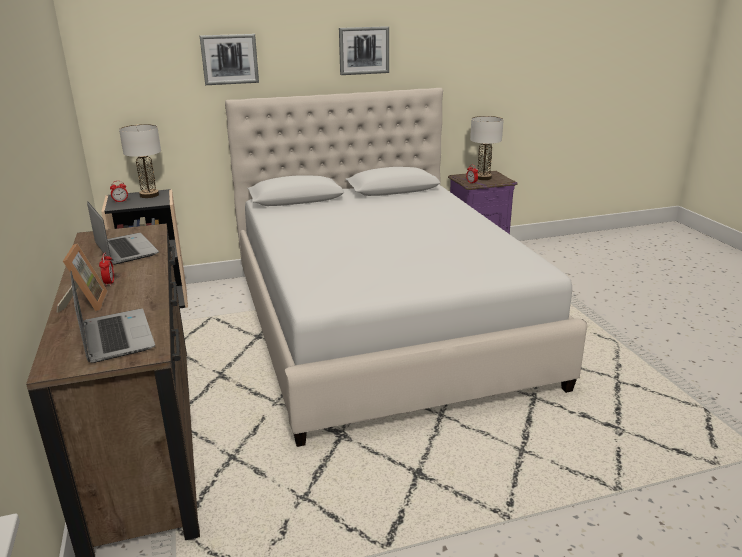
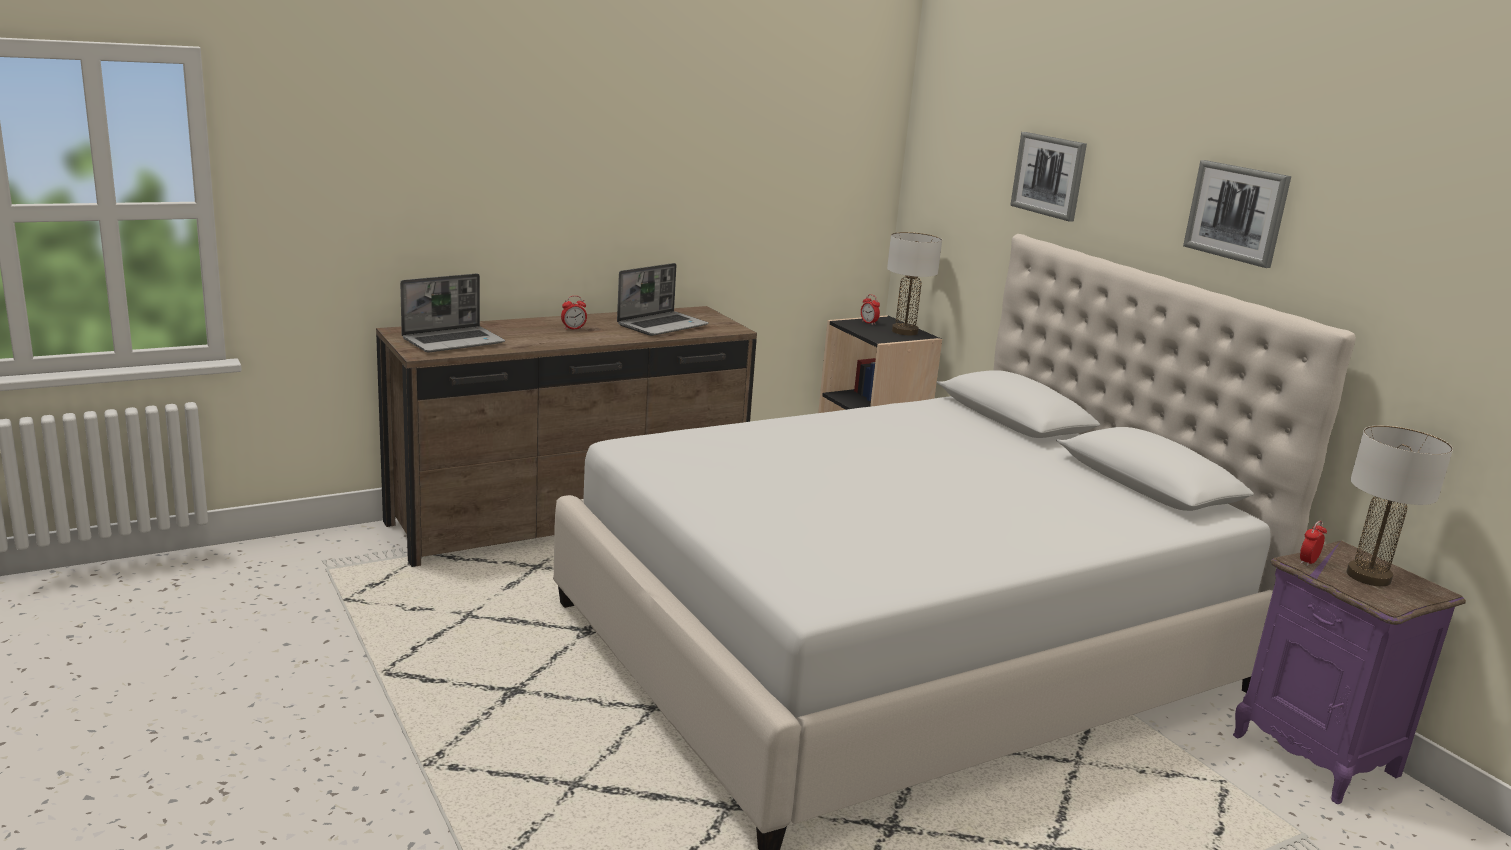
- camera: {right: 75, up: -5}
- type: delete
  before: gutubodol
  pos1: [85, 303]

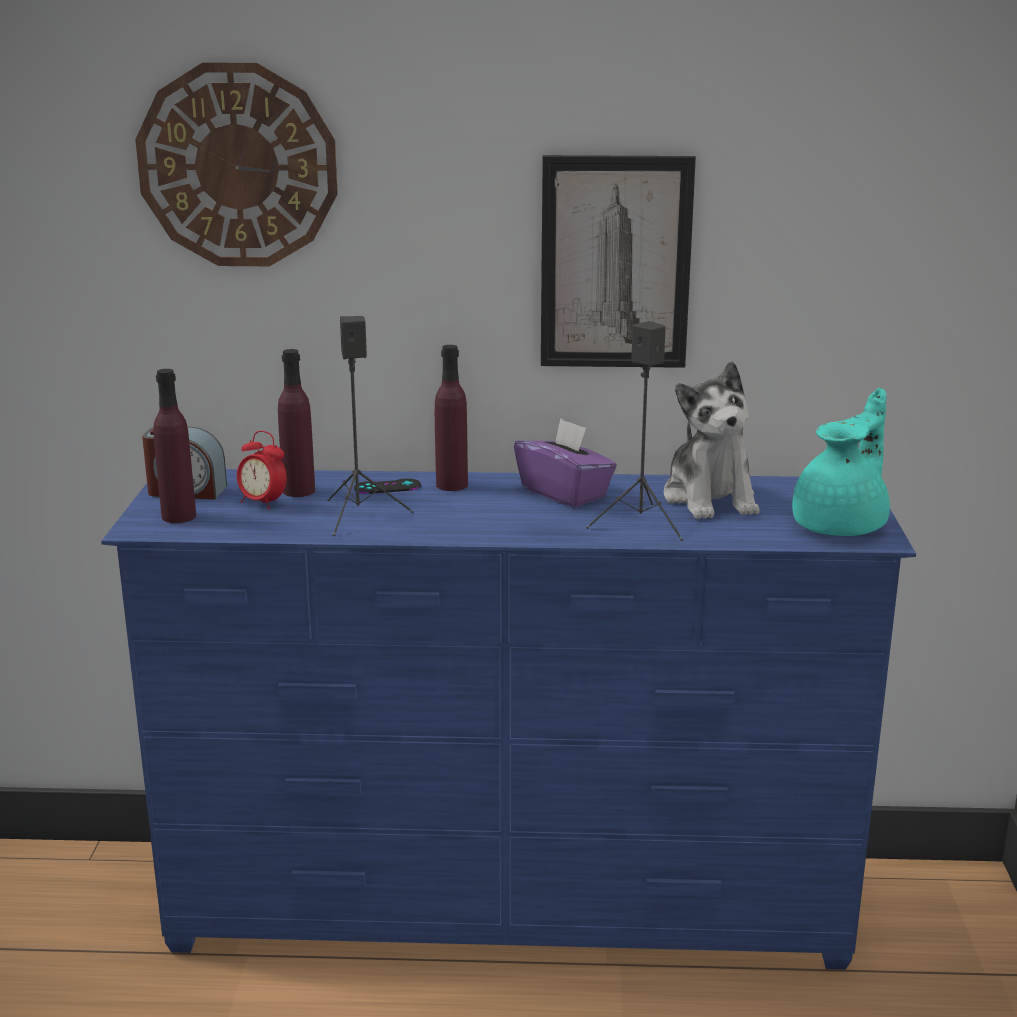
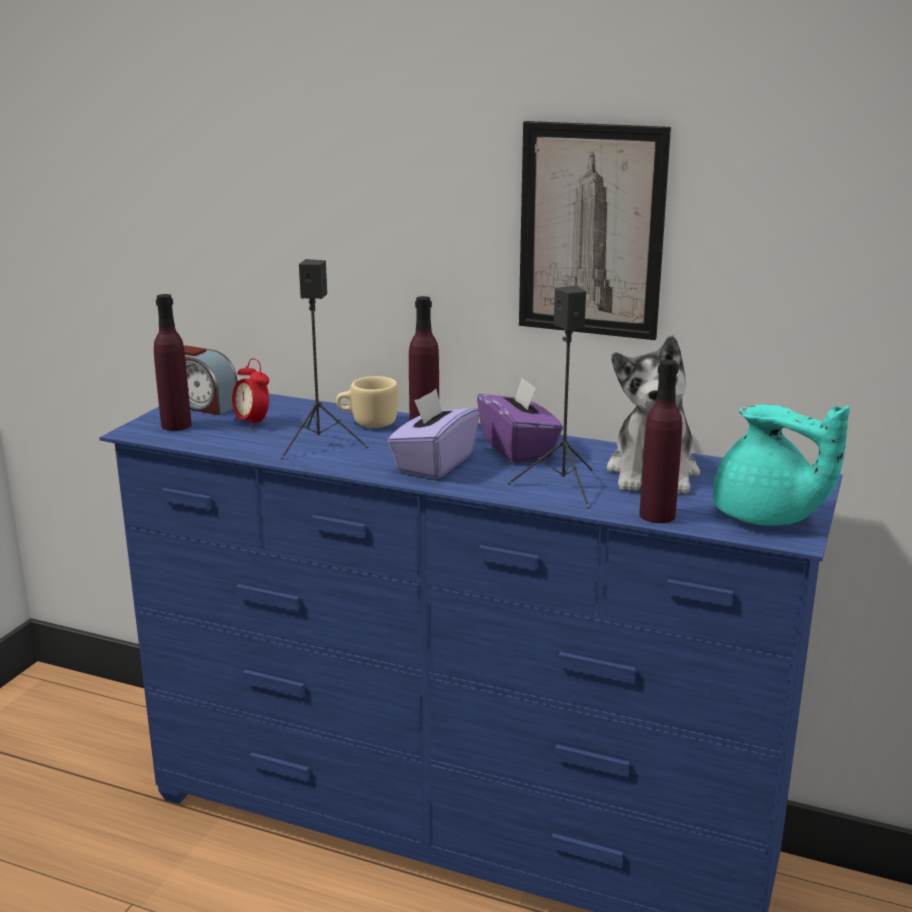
- camera: {right: 20, up: 0}
- type: replace
  before: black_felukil
  after: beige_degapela
  pos1: [387, 487]
  pos2: [367, 423]
- type: insert
  after: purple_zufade
  pos2: [434, 463]
- type: move
  before: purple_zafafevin
  pos1: [299, 491]
  pos2: [657, 515]
- type: rotate
  before: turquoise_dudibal
  pos1: [842, 526]
  pos2: [766, 518]
  turn: 75
- type: delete
  before: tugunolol
  pos1: [238, 166]

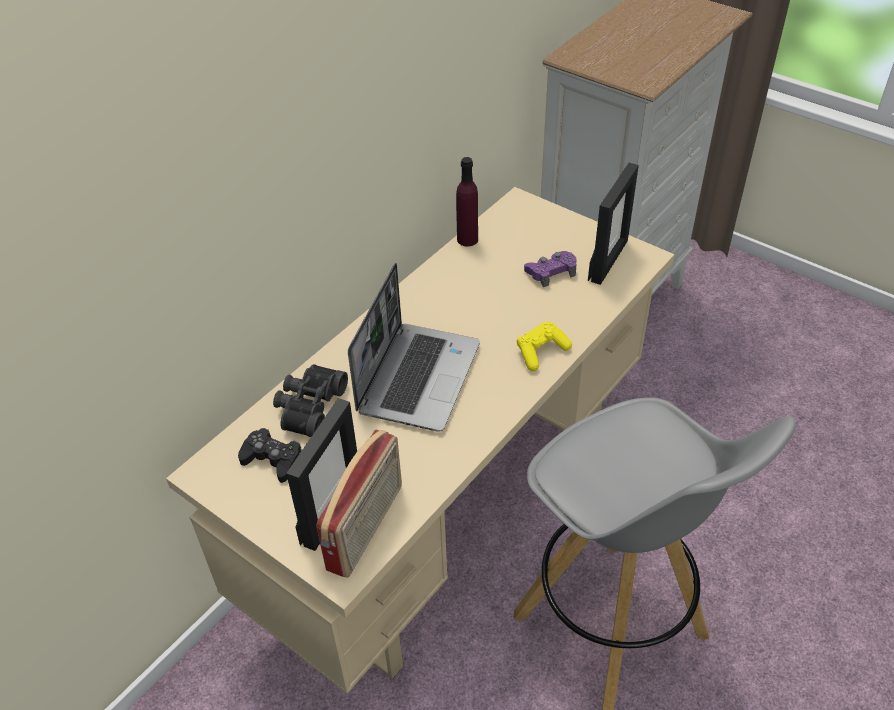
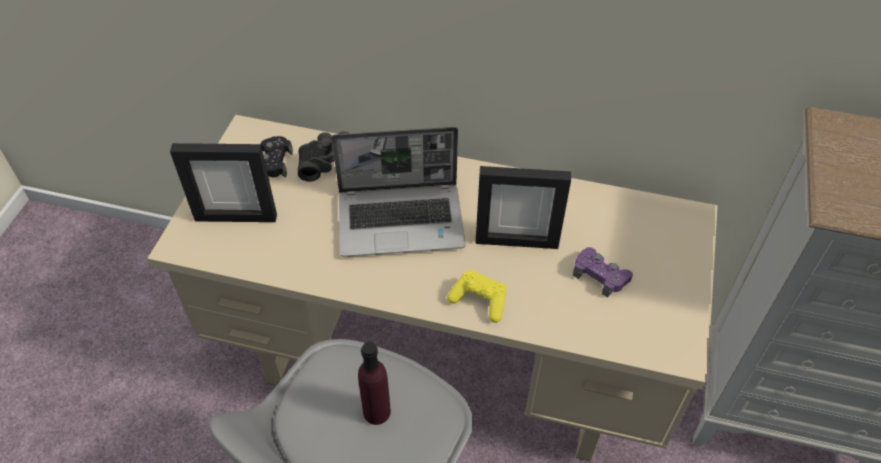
- camera: {right: 65, up: 5}
- type: move
  before: purple_zafafevin
  pos1: [467, 239]
  pos2: [377, 411]
- type: move
  before: gutubodol
  pos1: [608, 260]
  pos2: [516, 240]
- type: delete
  before: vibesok
  pos1: [367, 528]

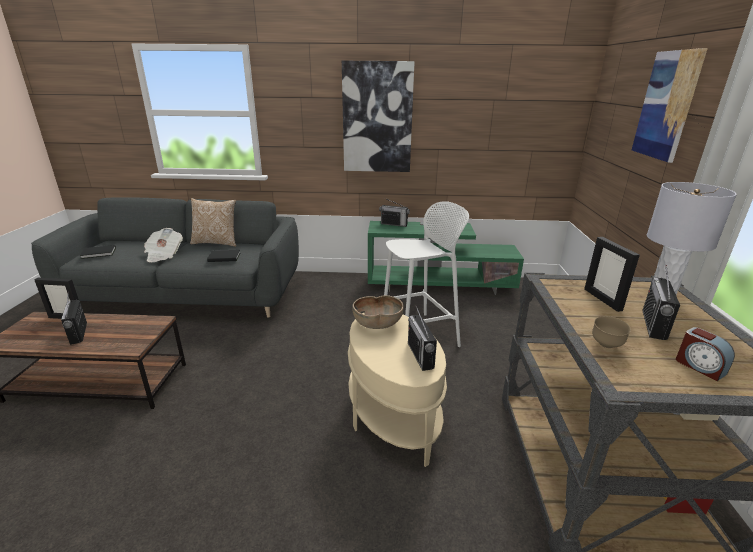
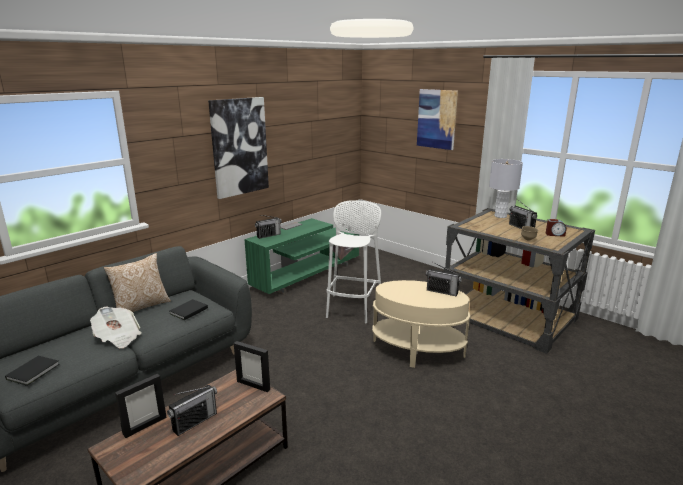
- camera: {right: -50, up: -5}
- type: rotate
  before: vibesok
  pos1: [78, 333]
  pos2: [195, 422]
  turn: -60
- type: move
  before: gutubodol
  pos1: [603, 299]
  pos2: [254, 385]
- type: delete
  before: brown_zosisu
  pos1: [377, 324]

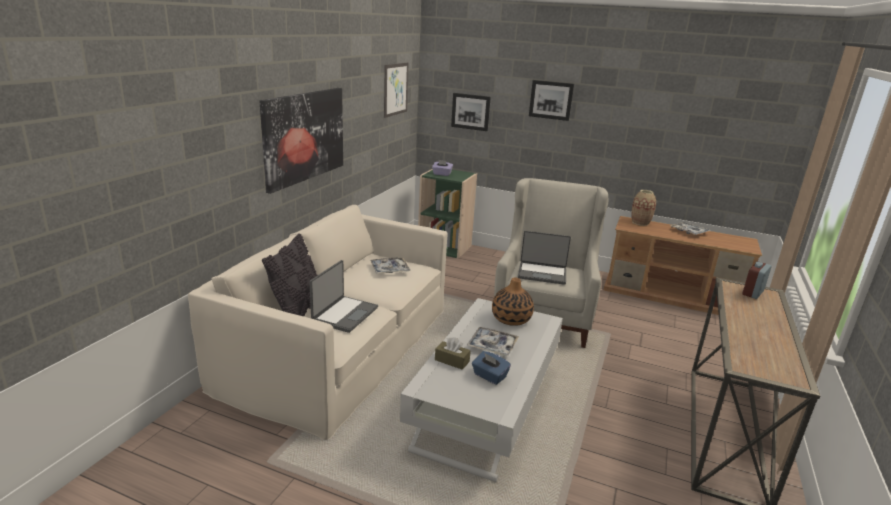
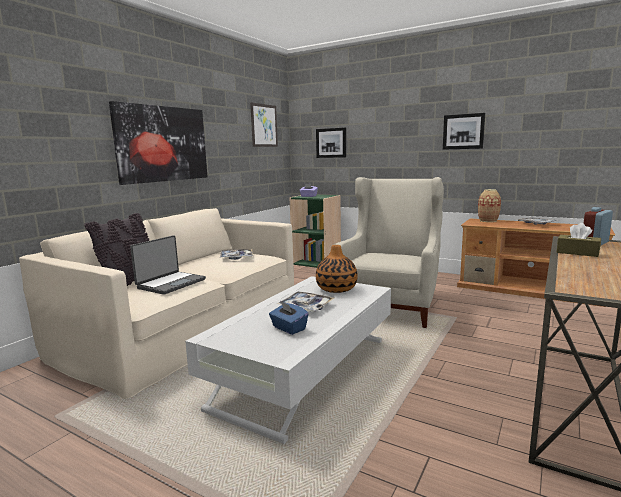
- camera: {right: 10, up: -10}
- type: move
  before: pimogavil
  pos1: [551, 100]
  pos2: [463, 131]
- type: move
  before: brown_zufade
  pos1: [452, 361]
  pos2: [577, 253]
- type: delete
  before: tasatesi
  pos1: [542, 273]

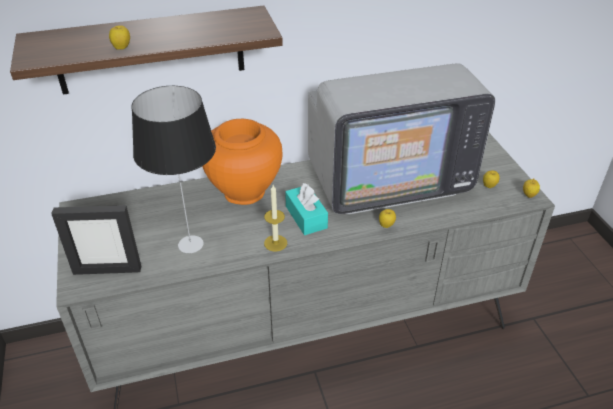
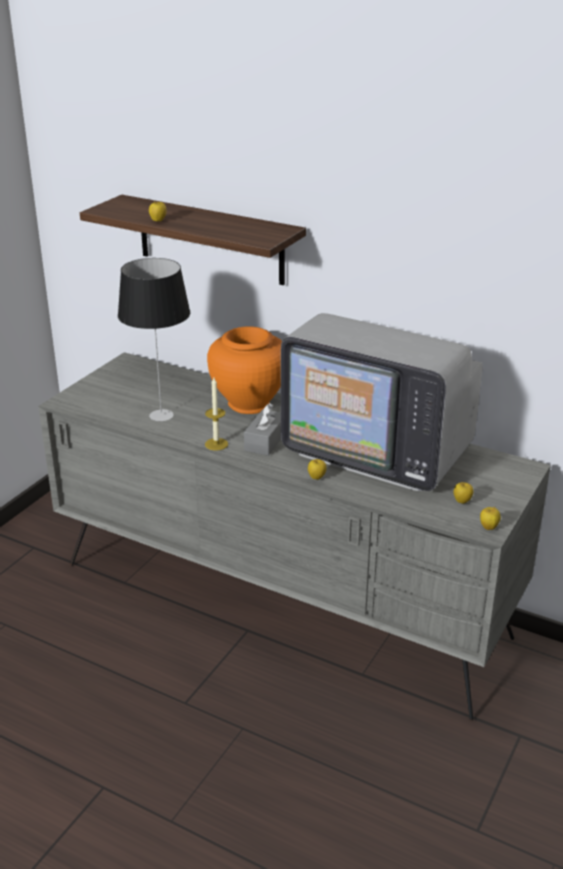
- camera: {right: 45, up: -10}
- type: recolor
  before: turquoise_zufade
  after: grey_zufade
  pos1: [306, 217]
  pos2: [265, 441]
- type: delete
  before: gutubodol
  pos1: [107, 269]

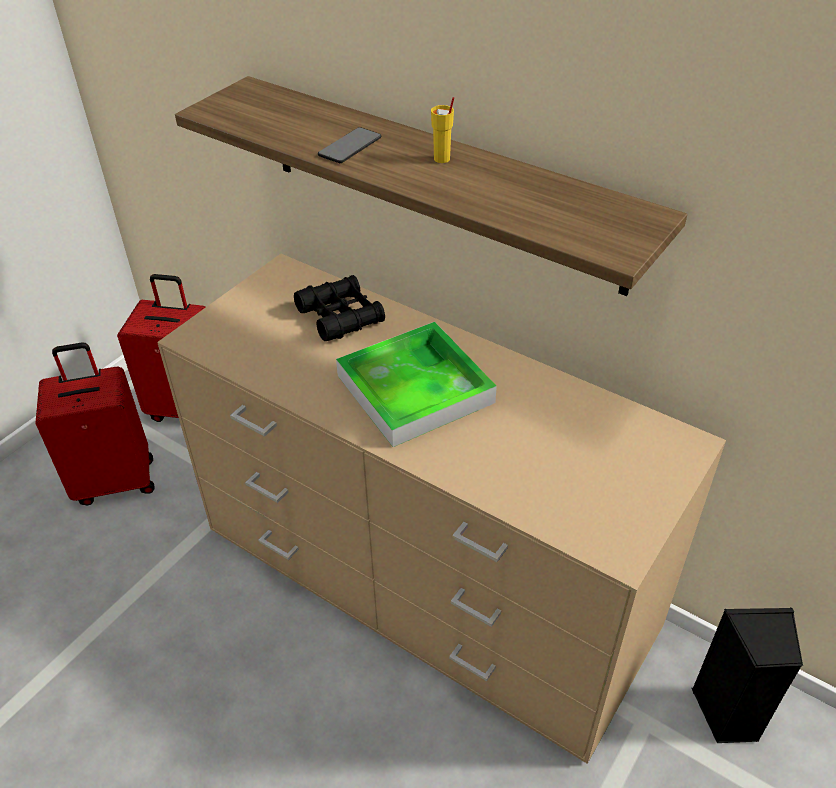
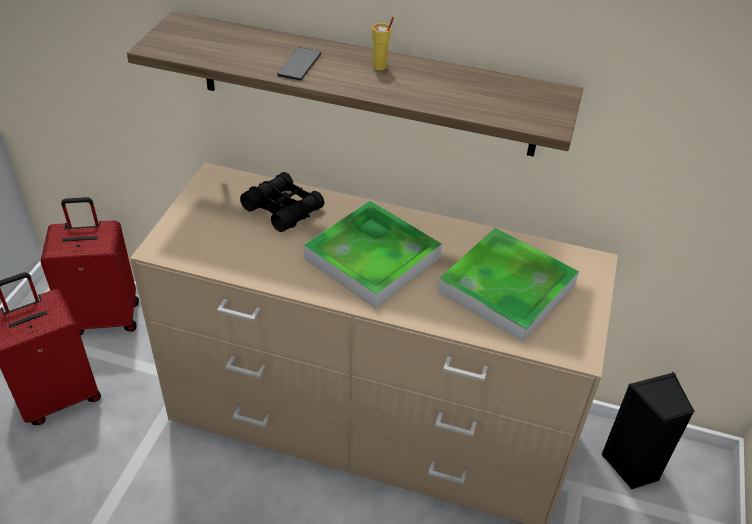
- camera: {right: -20, up: 0}
- type: insert
  after: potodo
  pos2: [506, 288]

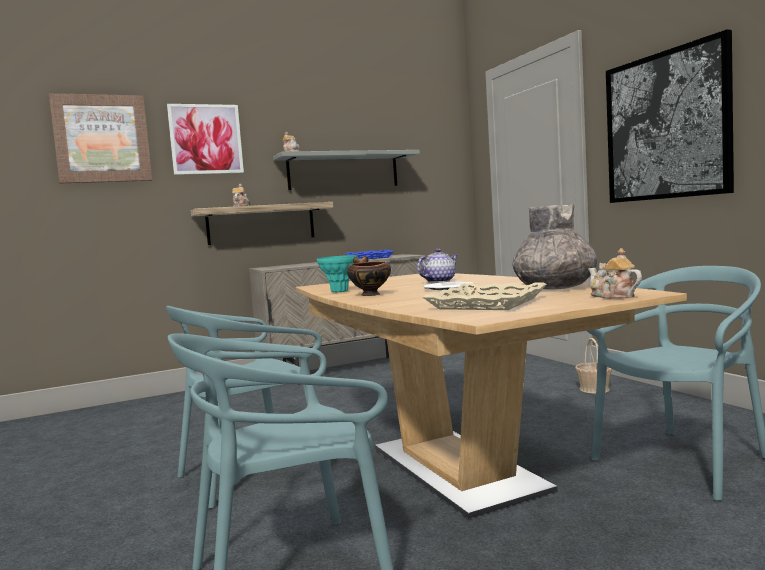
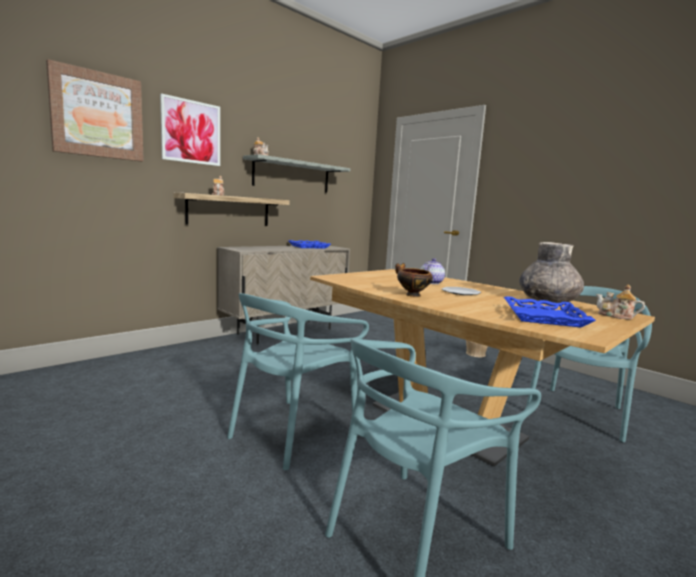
- camera: {right: -20, up: 5}
- type: recolor
  before: beige_potodo
  after: blue_potodo
  pos1: [488, 304]
  pos2: [544, 317]
- type: delete
  before: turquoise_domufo
  pos1: [339, 291]
- type: delete
  before: pimogavil
  pos1: [666, 126]

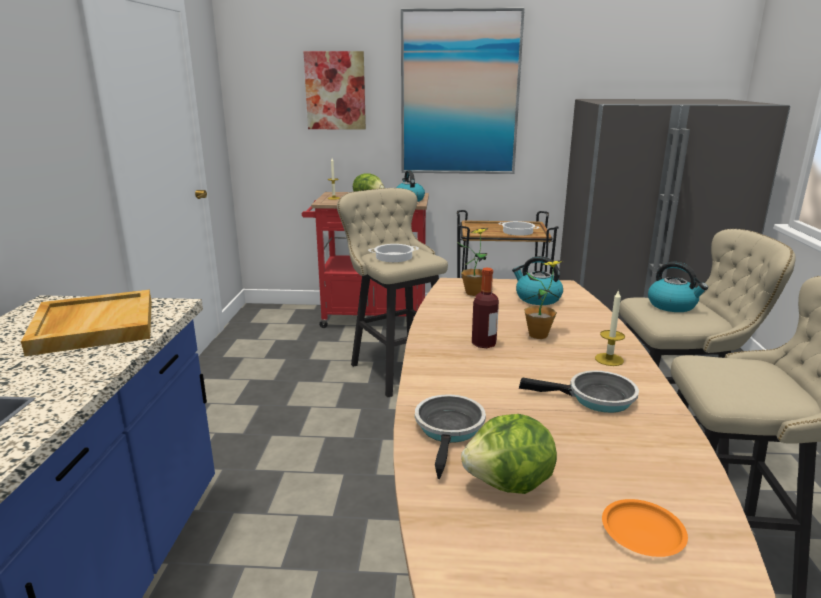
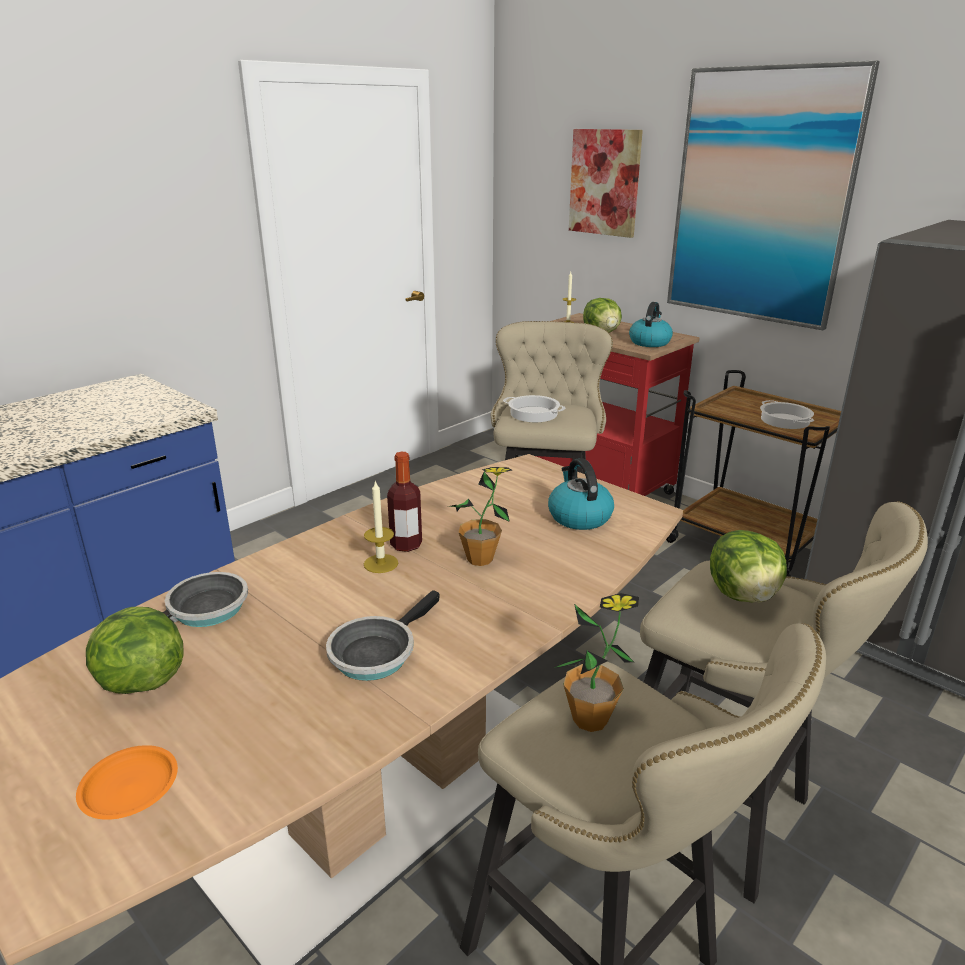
- camera: {right: 40, up: 5}
- type: rotate
  before: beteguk
  pos1: [595, 398]
  pos2: [376, 652]
  turn: 75
- type: move
  before: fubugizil
  pos1: [609, 359]
  pos2: [381, 563]
- type: move
  before: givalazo
  pos1: [473, 293]
  pos2: [590, 719]
- type: replace
  before: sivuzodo
  after: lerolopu
  pos1: [672, 305]
  pos2: [744, 595]
- type: delete
  before: beige_potodo
  pos1: [93, 326]

